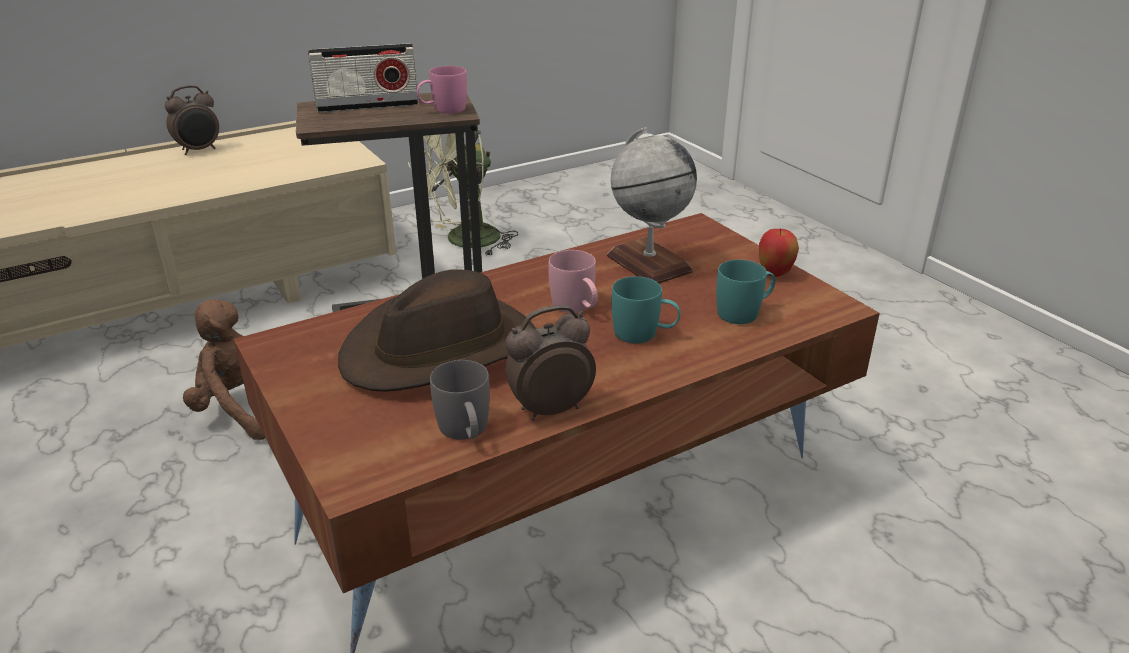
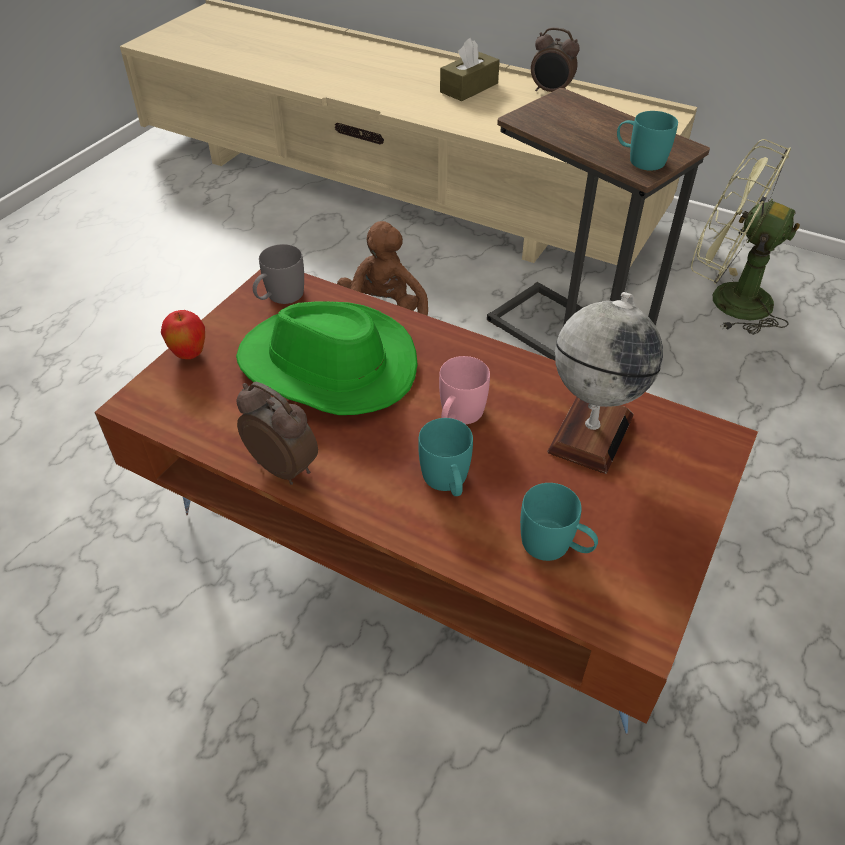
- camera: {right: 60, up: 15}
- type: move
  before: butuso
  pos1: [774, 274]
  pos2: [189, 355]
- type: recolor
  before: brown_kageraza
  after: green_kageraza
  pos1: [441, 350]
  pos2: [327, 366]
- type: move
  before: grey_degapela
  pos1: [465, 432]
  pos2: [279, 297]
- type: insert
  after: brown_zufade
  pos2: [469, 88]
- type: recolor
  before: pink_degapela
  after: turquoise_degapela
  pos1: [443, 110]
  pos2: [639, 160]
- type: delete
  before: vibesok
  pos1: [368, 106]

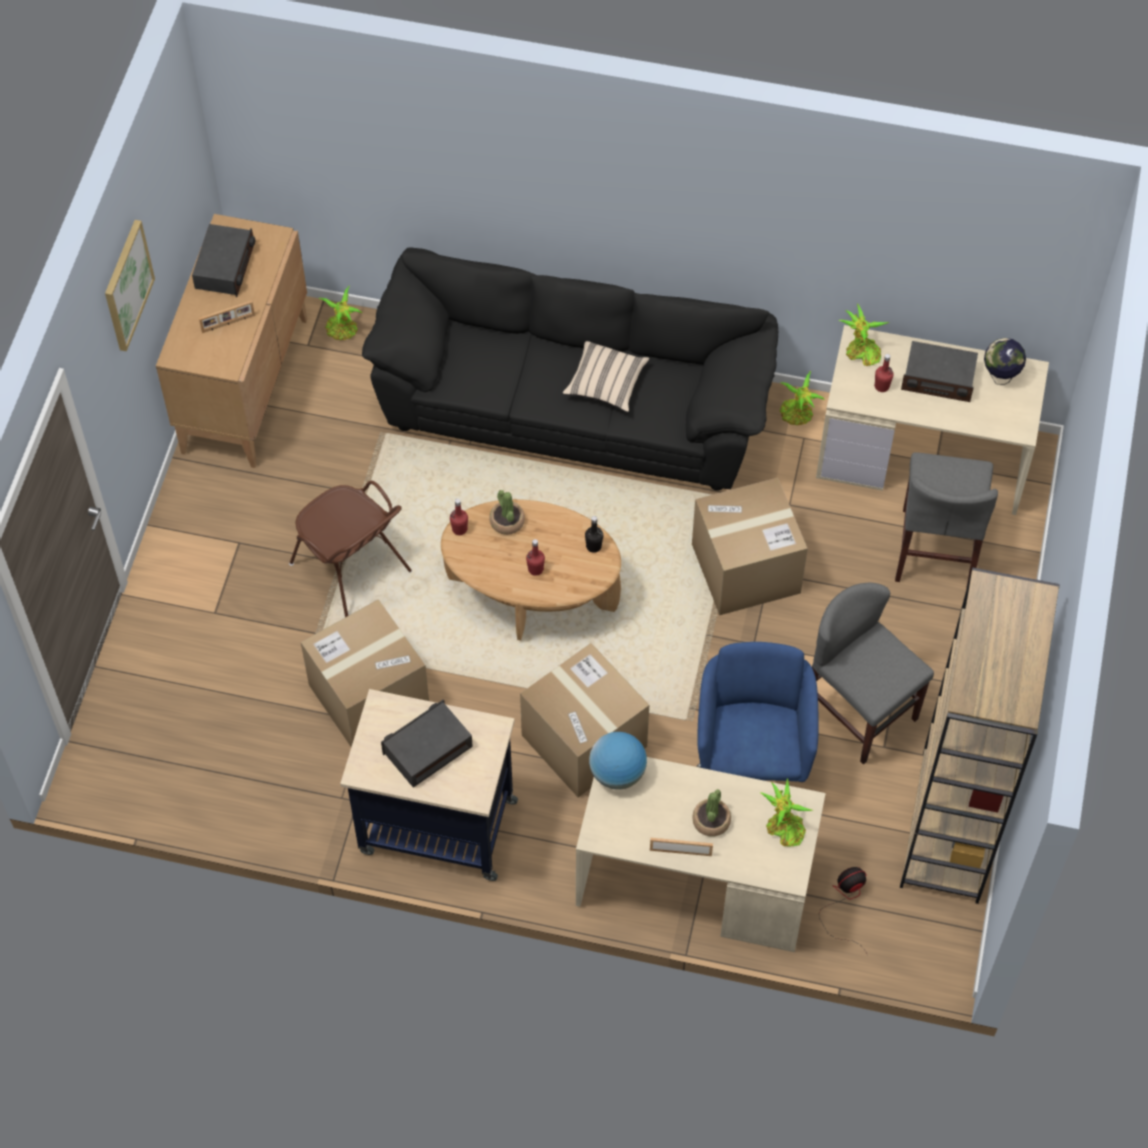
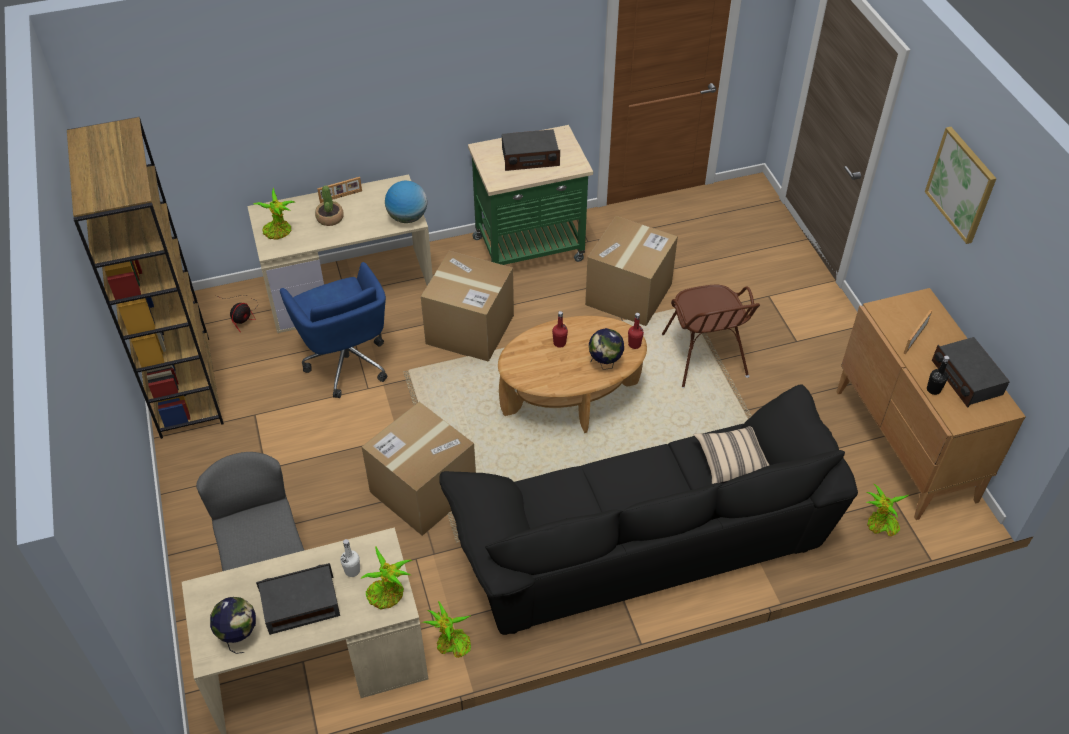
- camera: {right: 150, up: -10}
- type: recolor
  before: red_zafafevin
  after: white_zafafevin
  pos1: [882, 386]
  pos2: [352, 570]
- type: recolor
  before: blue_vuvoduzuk
  after: green_vuvoduzuk
  pos1: [436, 827]
  pos2: [529, 249]
- type: rotate
  before: vibesok
  pos1: [427, 749]
  pos2: [530, 157]
  turn: 60
- type: replace
  before: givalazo
  after: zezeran
  pos1: [507, 521]
  pos2: [605, 364]
- type: rotate
  before: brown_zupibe
  pos1: [353, 571]
  pos2: [705, 358]
  turn: -120
- type: move
  before: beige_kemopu
  pos1: [606, 384]
  pos2: [732, 463]
- type: move
  before: black_zafafevin
  pos1: [594, 546]
  pos2: [933, 389]
- type: delete
  before: grey_zupibe
  pos1: [859, 711]

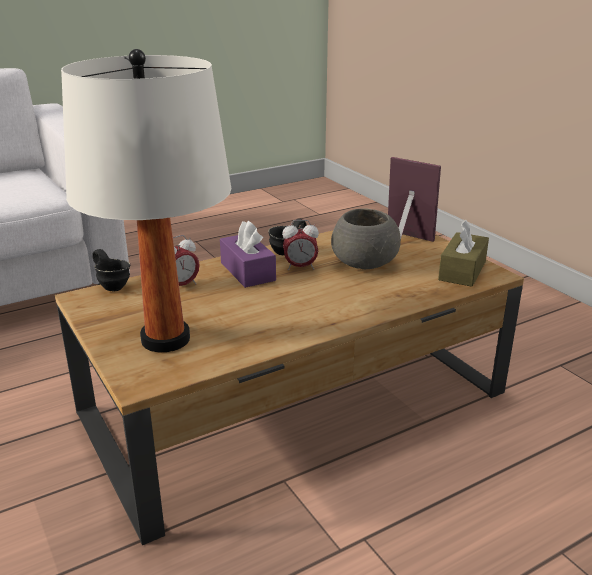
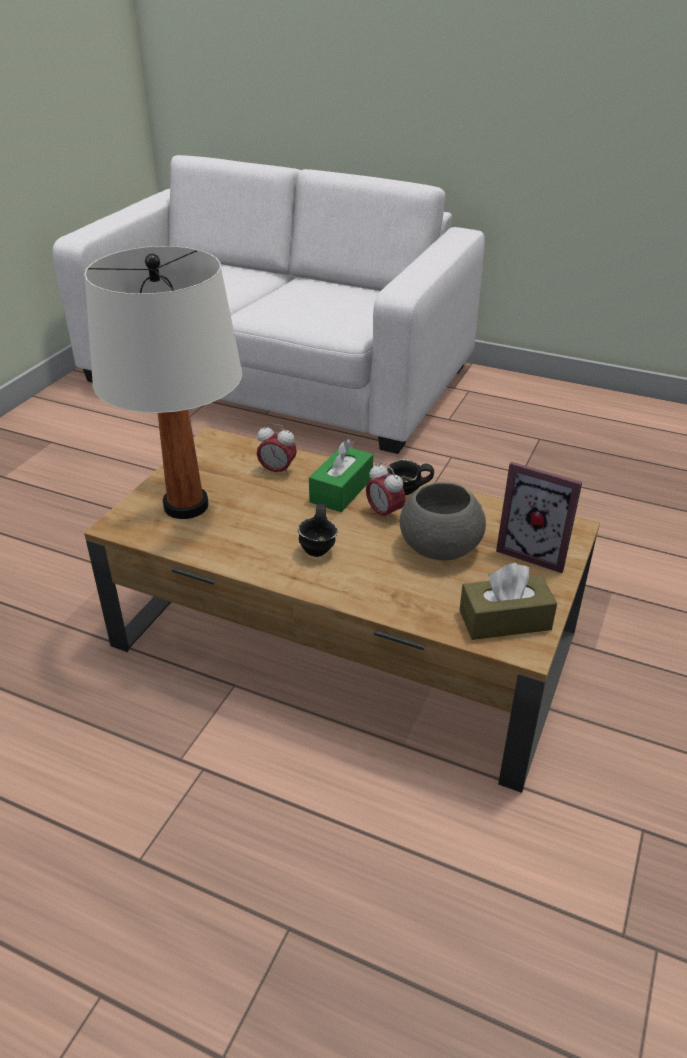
- camera: {right: 55, up: 10}
- type: move
  before: black_degapela
  pos1: [114, 286]
  pos2: [320, 549]
- type: recolor
  before: purple_zufade
  after: green_zufade
  pos1: [247, 271]
  pos2: [341, 490]
- type: rotate
  before: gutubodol
  pos1: [404, 239]
  pos2: [535, 551]
  turn: 120

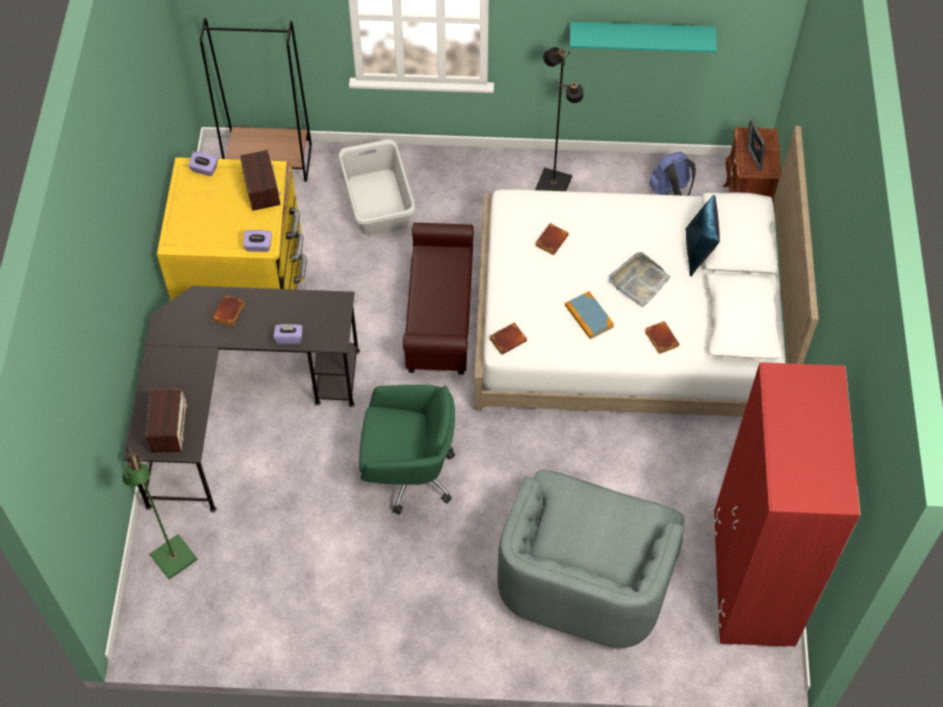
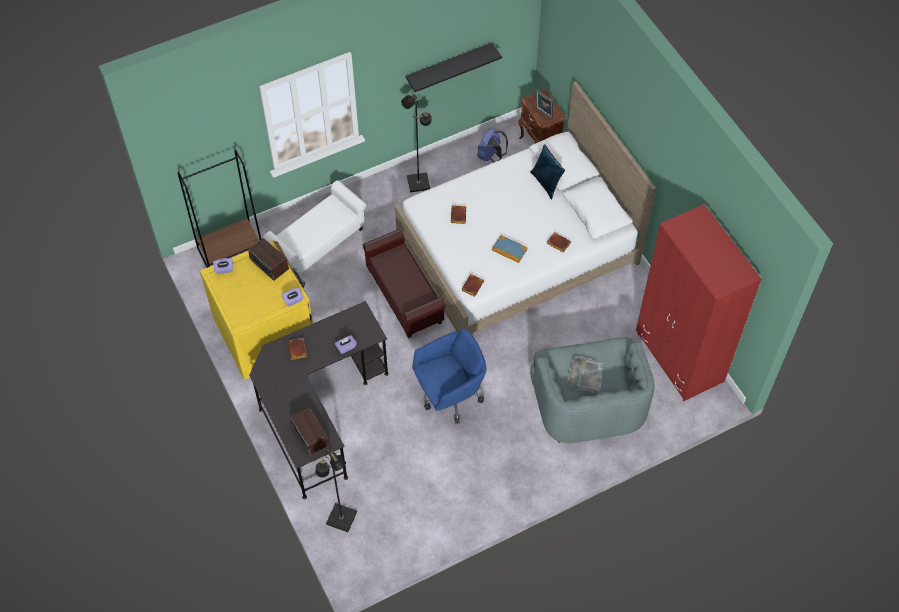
- camera: {right: -30, up: 0}
- type: replace
  before: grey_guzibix
  after: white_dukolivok
  pos1: [378, 201]
  pos2: [318, 243]
- type: recolor
  before: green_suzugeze
  after: black_suzugeze
  pos1: [173, 557]
  pos2: [341, 518]
- type: recolor
  before: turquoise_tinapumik
  after: black_tinapumik
  pos1: [641, 35]
  pos2: [449, 66]
- type: recolor
  before: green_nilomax
  after: blue_nilomax
  pos1: [409, 476]
  pos2: [450, 398]
- type: move
  before: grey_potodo
  pos1: [639, 281]
  pos2: [585, 375]

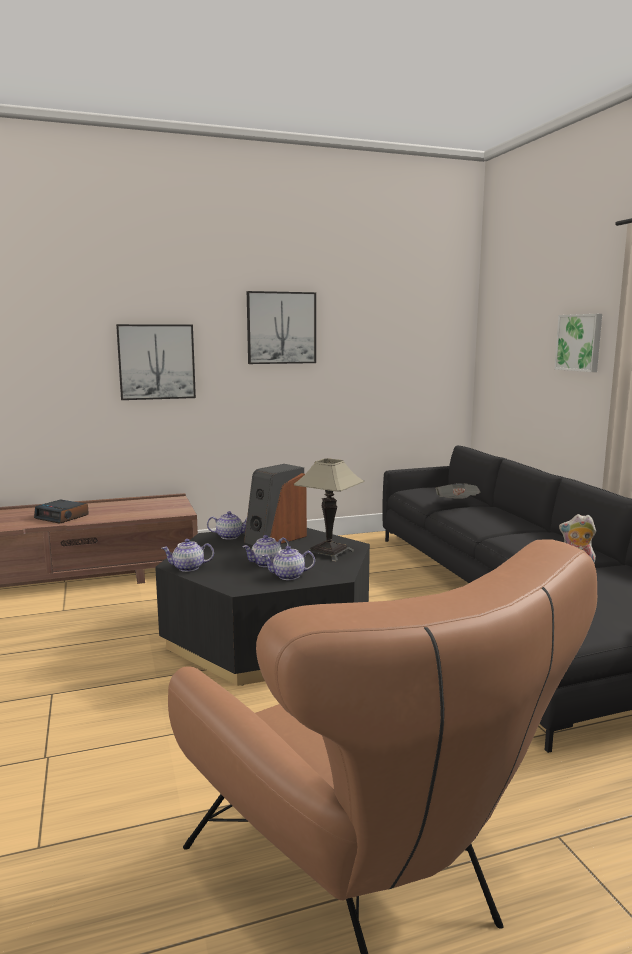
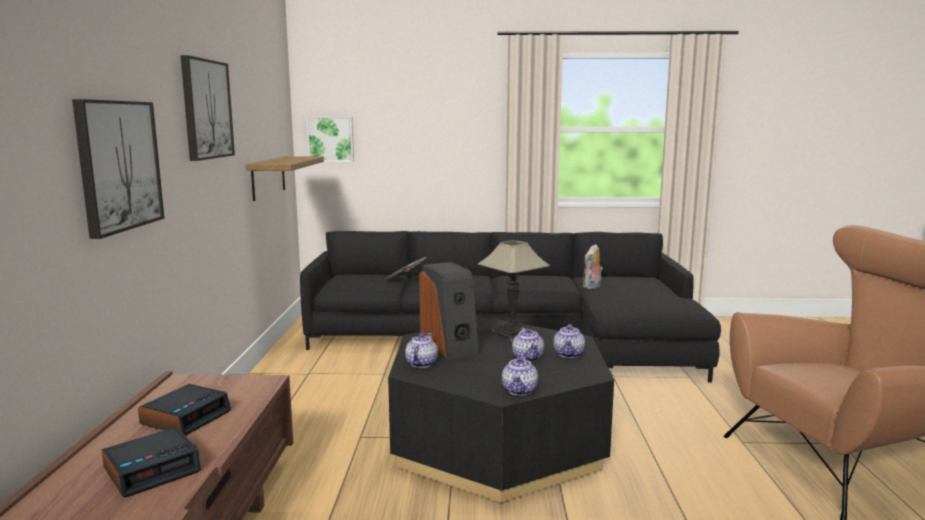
- camera: {right: -70, up: 0}
- type: insert
  after: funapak
  pos2: [186, 417]
- type: insert
  after: tinapumik
  pos2: [268, 177]
- type: move
  before: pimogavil
  pos1: [580, 342]
  pos2: [331, 139]

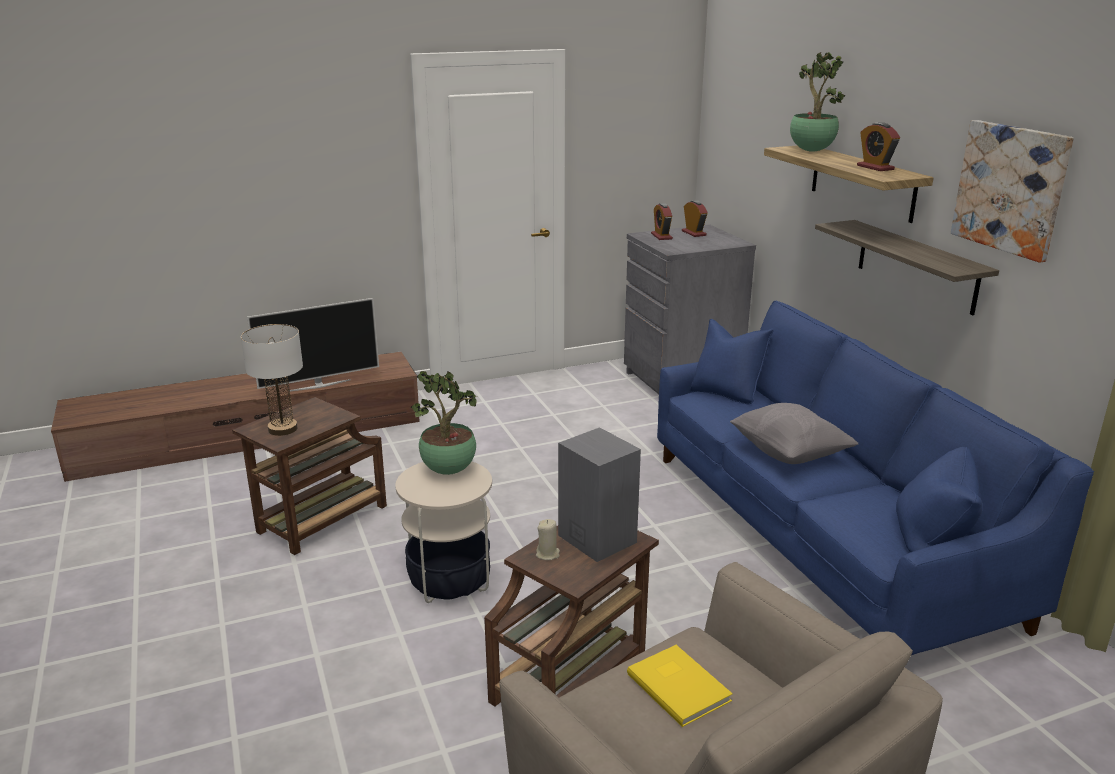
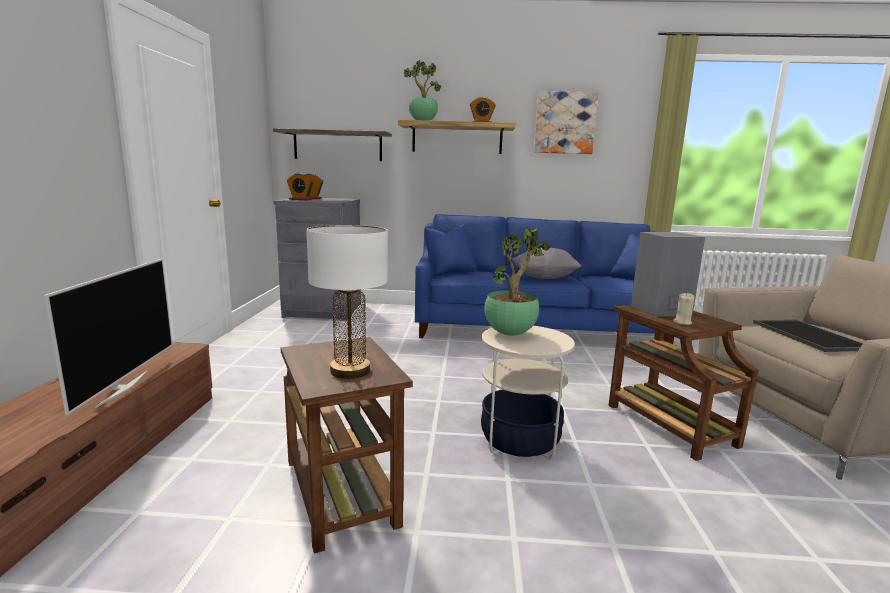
- camera: {right: -65, up: -10}
- type: move
  before: tinapumik
  pos1: [916, 266]
  pos2: [338, 146]
- type: replace
  before: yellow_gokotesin
  after: potodo
  pos1: [679, 685]
  pos2: [806, 335]

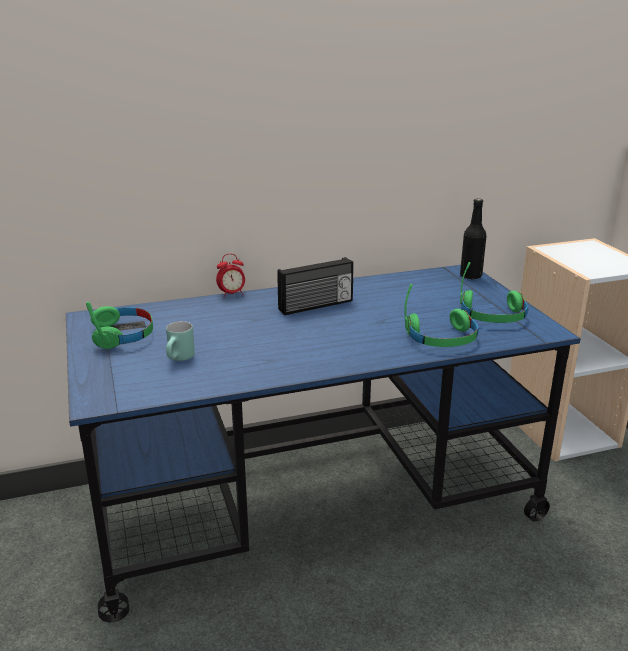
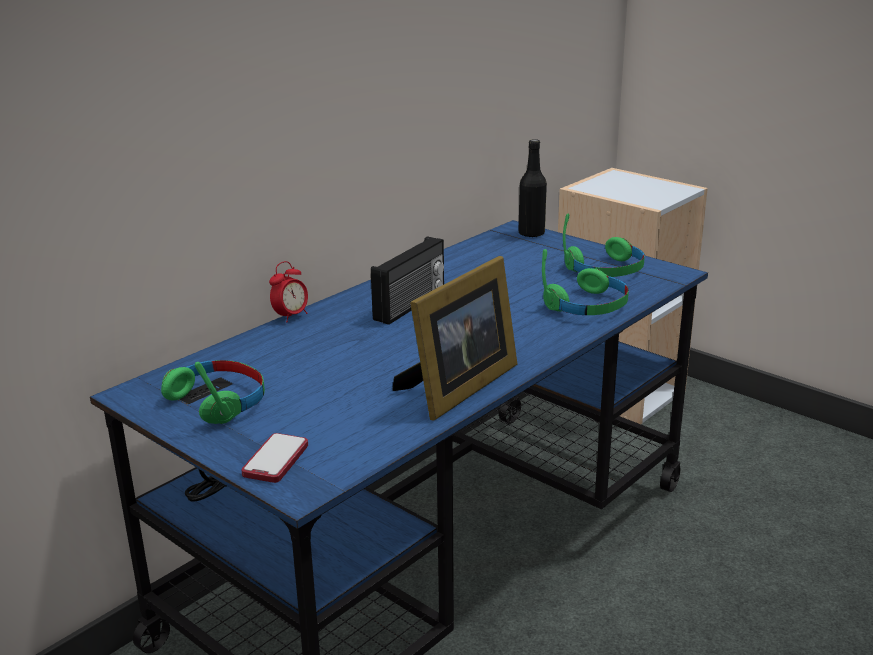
- camera: {right: -30, up: 0}
- type: insert
  after: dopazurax
  pos2: [276, 460]
- type: insert
  after: gutubodol
  pos2: [457, 387]
- type: delete
  before: turquoise_degapela
  pos1: [181, 359]

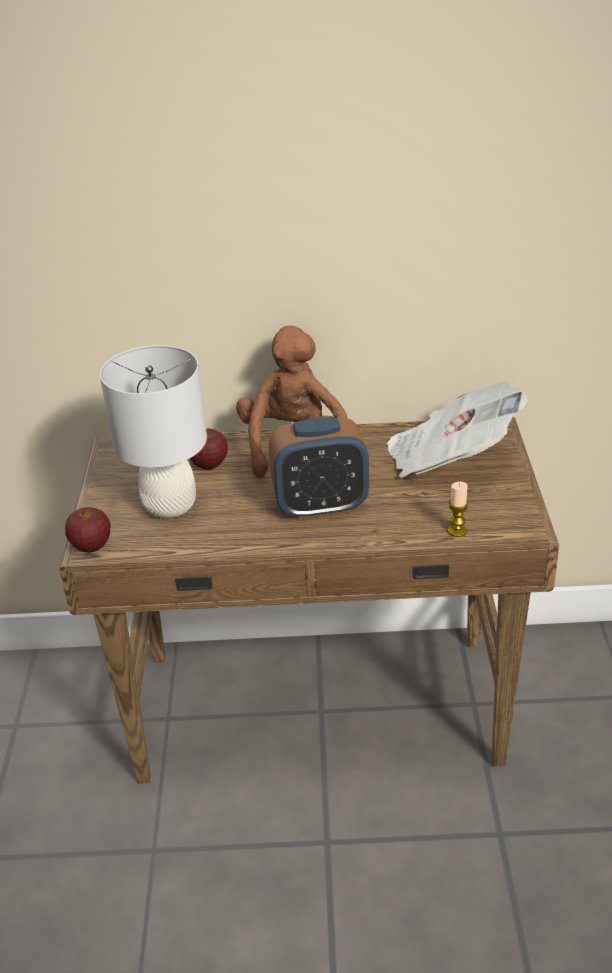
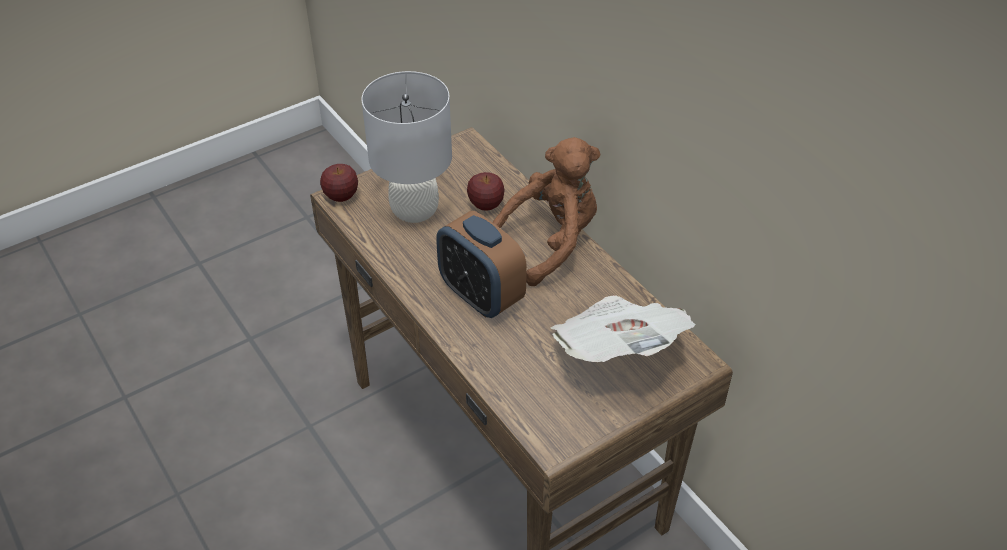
- camera: {right: 55, up: 10}
- type: delete
  before: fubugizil
  pos1: [457, 531]

